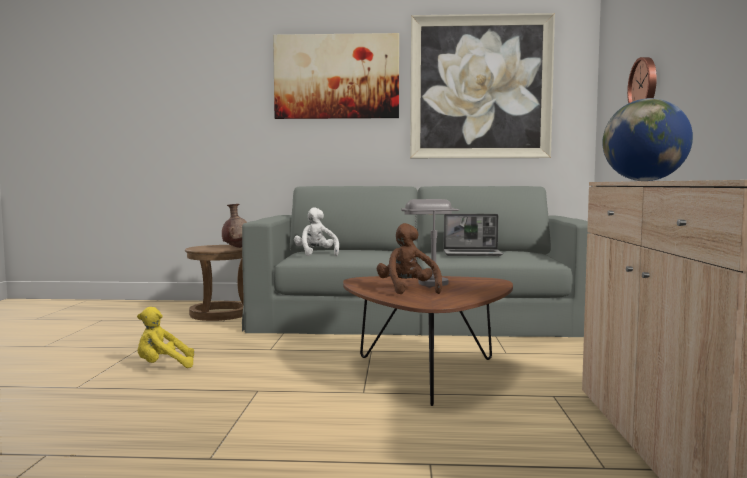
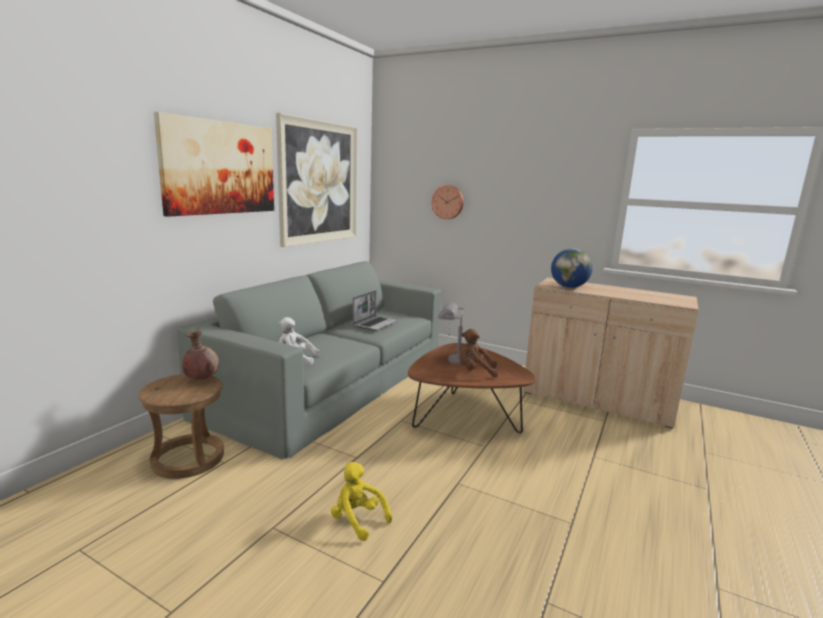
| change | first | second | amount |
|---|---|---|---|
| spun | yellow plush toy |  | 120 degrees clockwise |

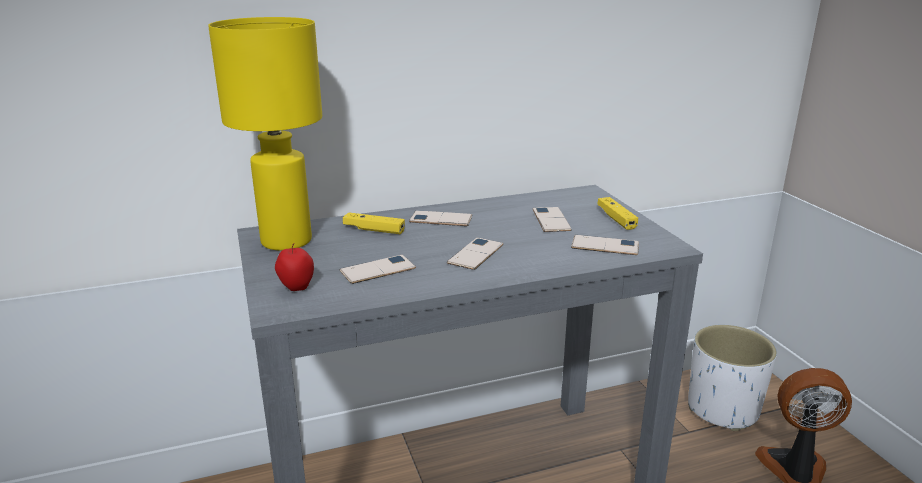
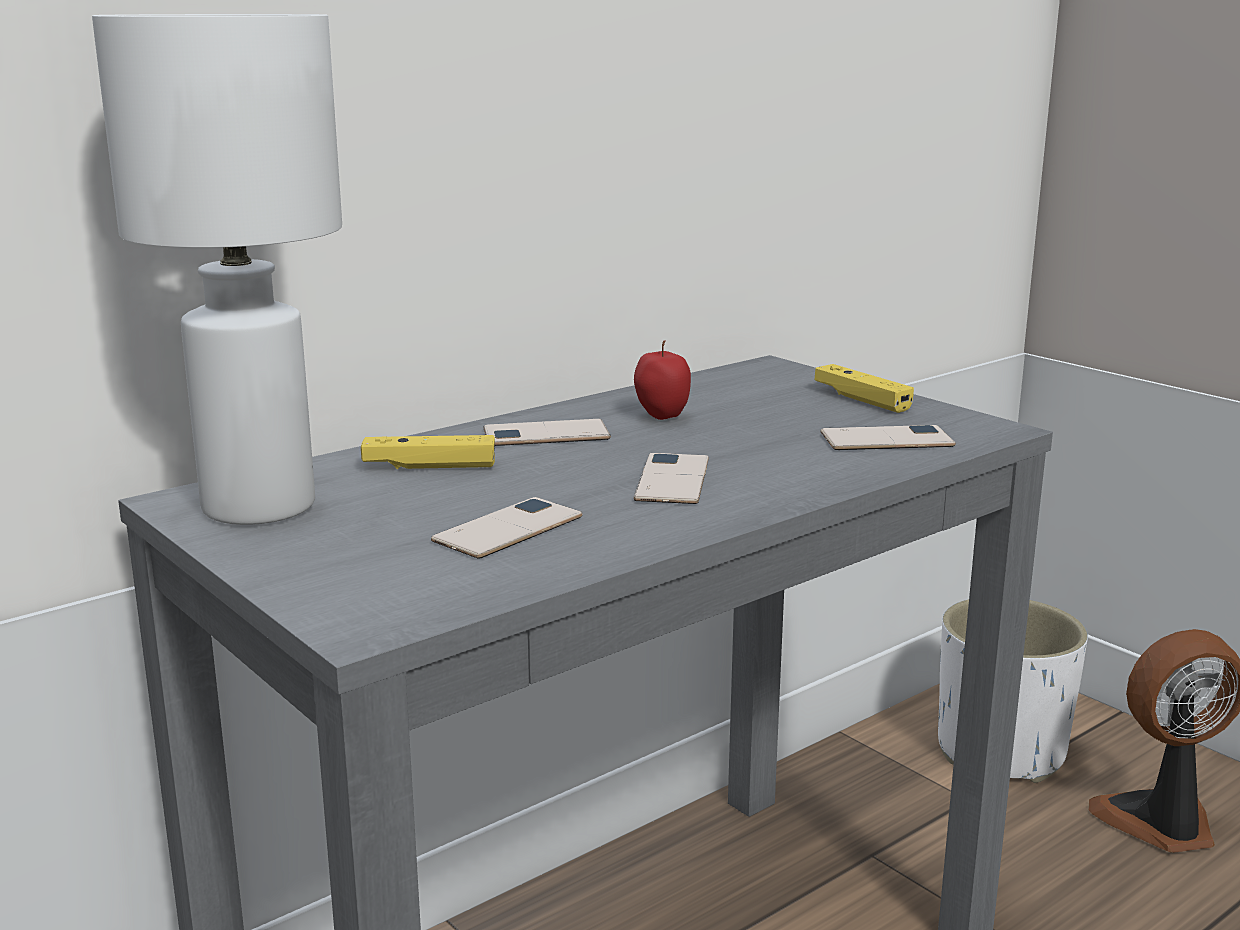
| change | first | second | amount |
|---|---|---|---|
| colour | yellow table lamp | white table lamp |  |
| relocated | apple |  |  |
| missing | phone (no. 4 from left) |  |  |

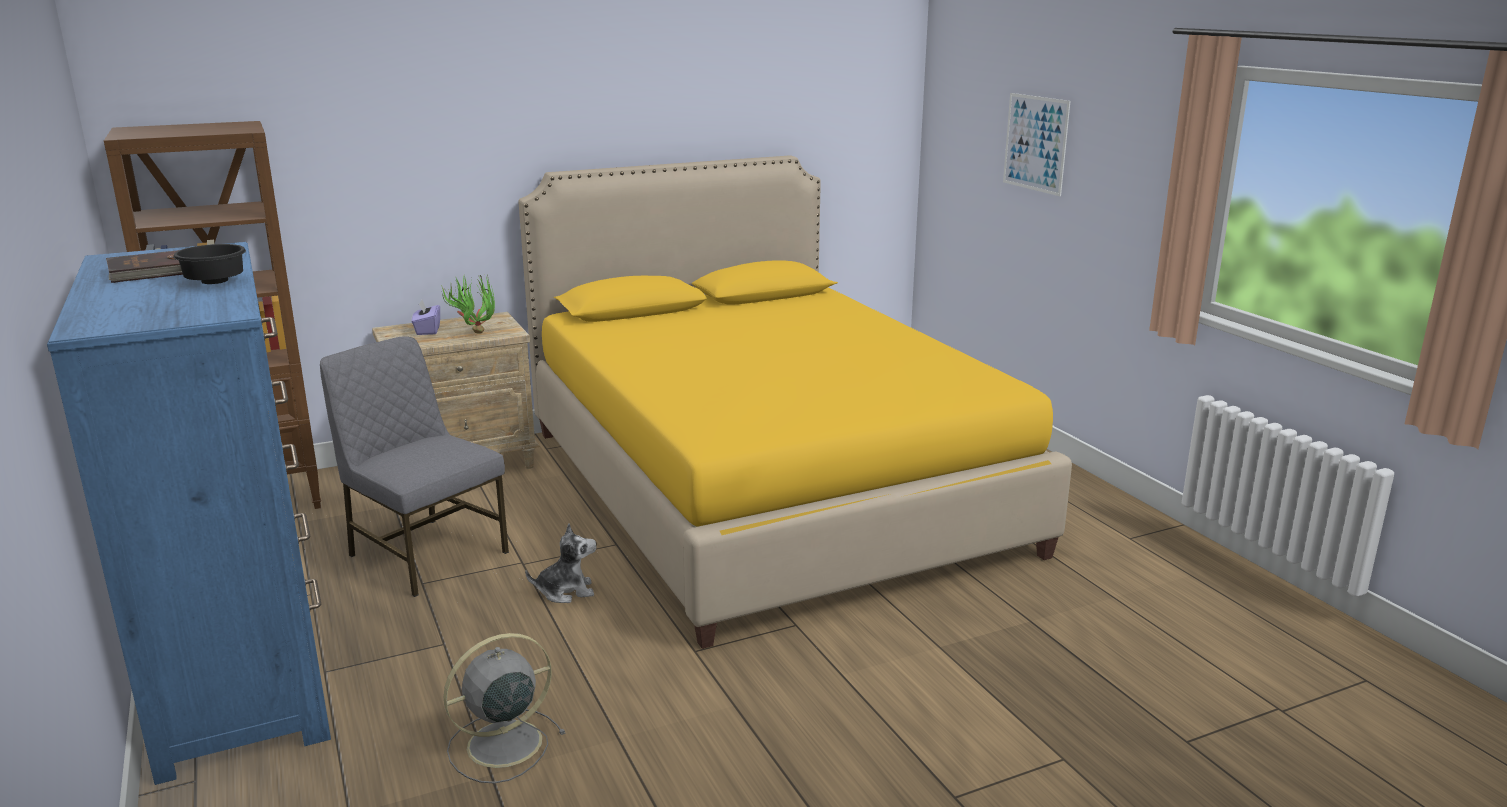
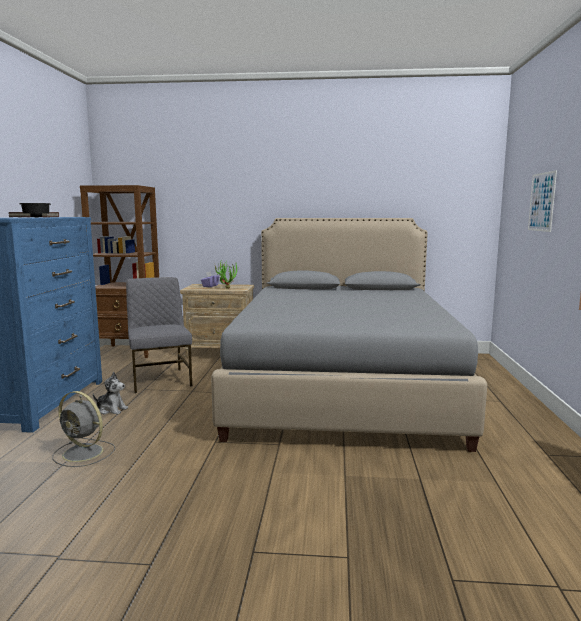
| change | first | second | amount |
|---|---|---|---|
| spun | grey fan |  | 150 degrees counterclockwise |
| colour | yellow bed | grey bed |  |
| relocated | plush toy |  |  |

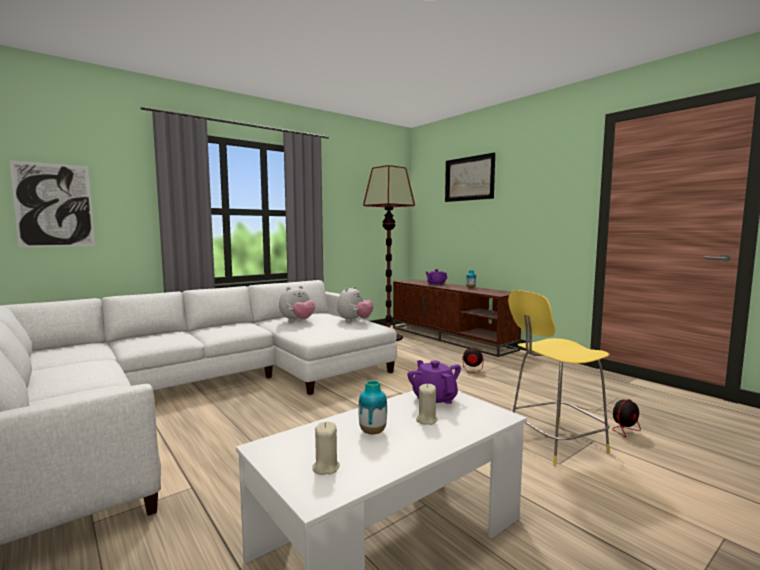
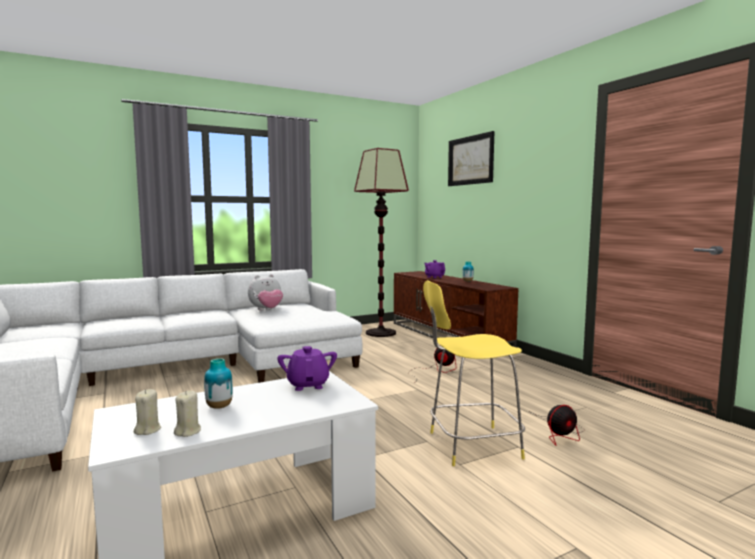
| change | first | second | amount |
|---|---|---|---|
| missing | picture (no. 1 from left) |  |  |
| missing | plush toy (no. 2 from left) |  |  |
| relocated | beige candle (no. 2 from left) |  |  |

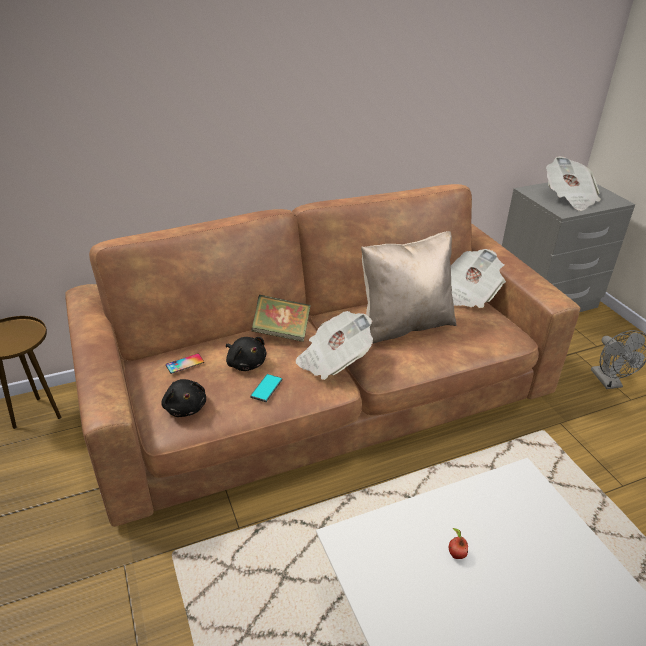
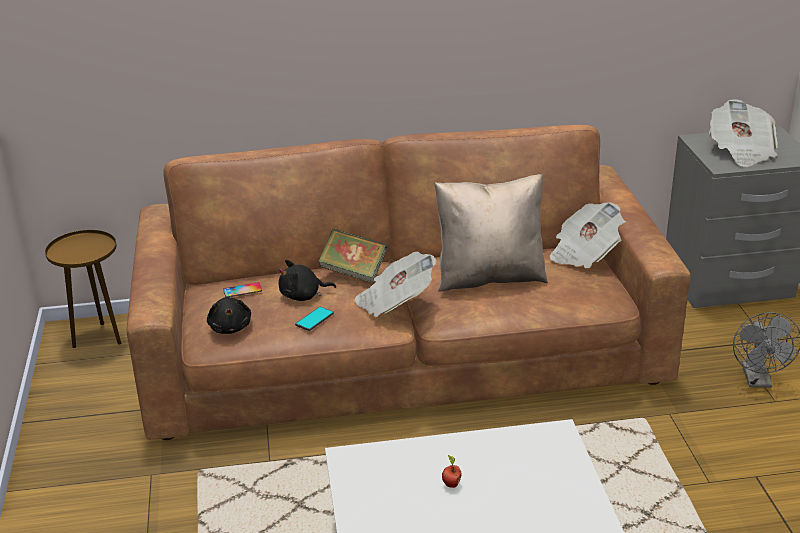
| change | first | second | amount |
|---|---|---|---|
| spun | black plush toy (no. 2 from left) |  | 105 degrees clockwise |

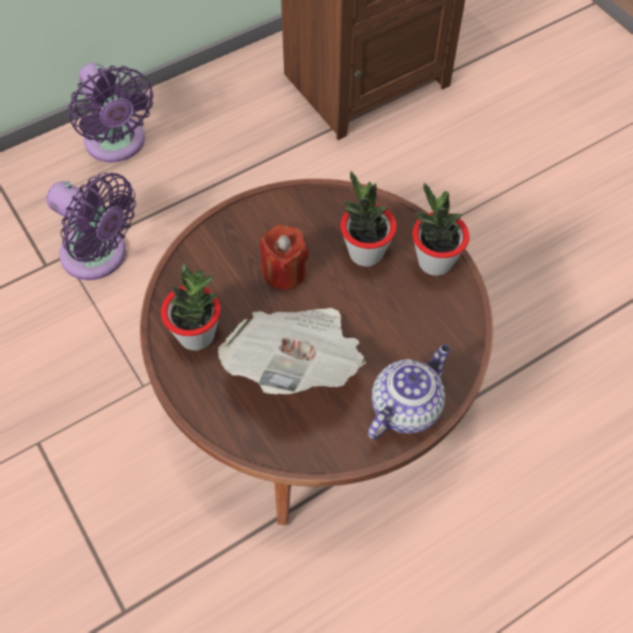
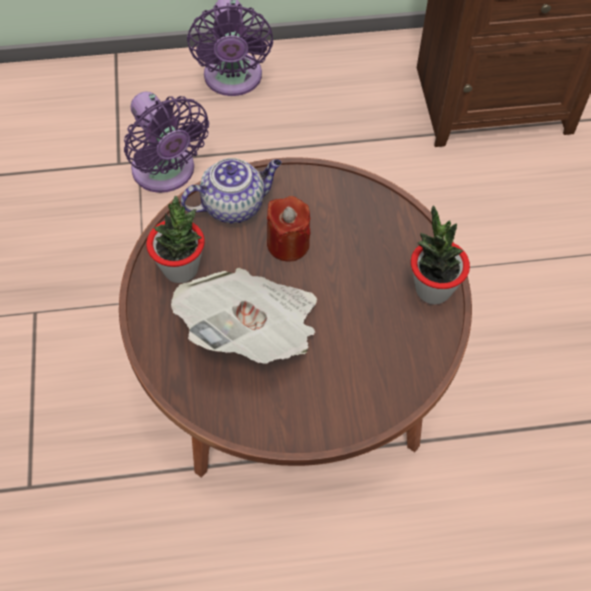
| change | first | second | amount |
|---|---|---|---|
| missing | potted plant (no. 2 from left) |  |  |
| relocated | teapot |  |  |

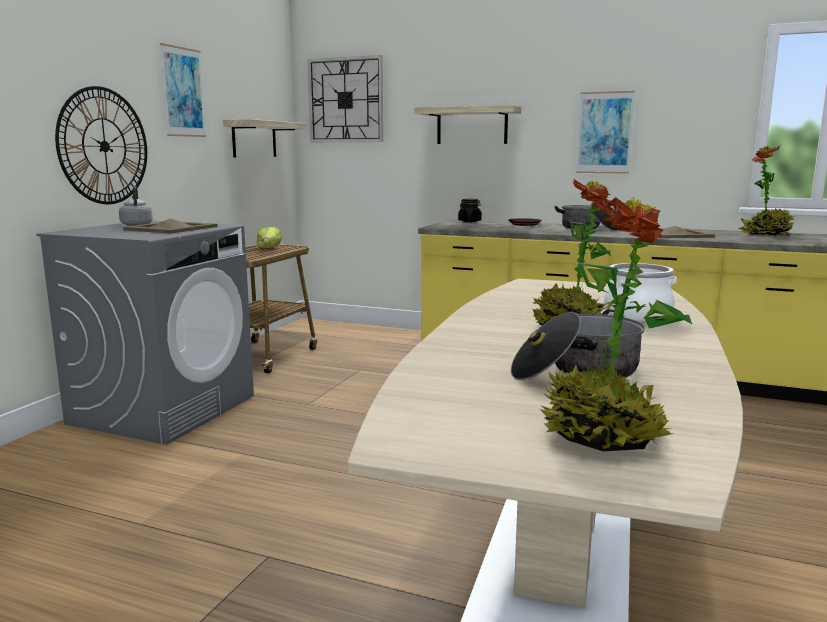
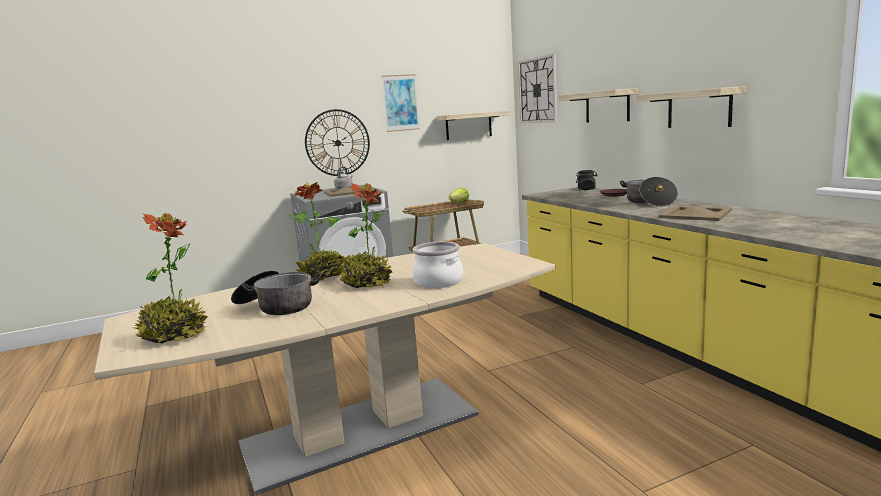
| change | first | second | amount |
|---|---|---|---|
| exchanged | picture (no. 2 from left) | shelf (no. 3 from left) |  |
| relocated | potted plant (no. 3 from left in the first image) | potted plant (no. 2 from left) |  |

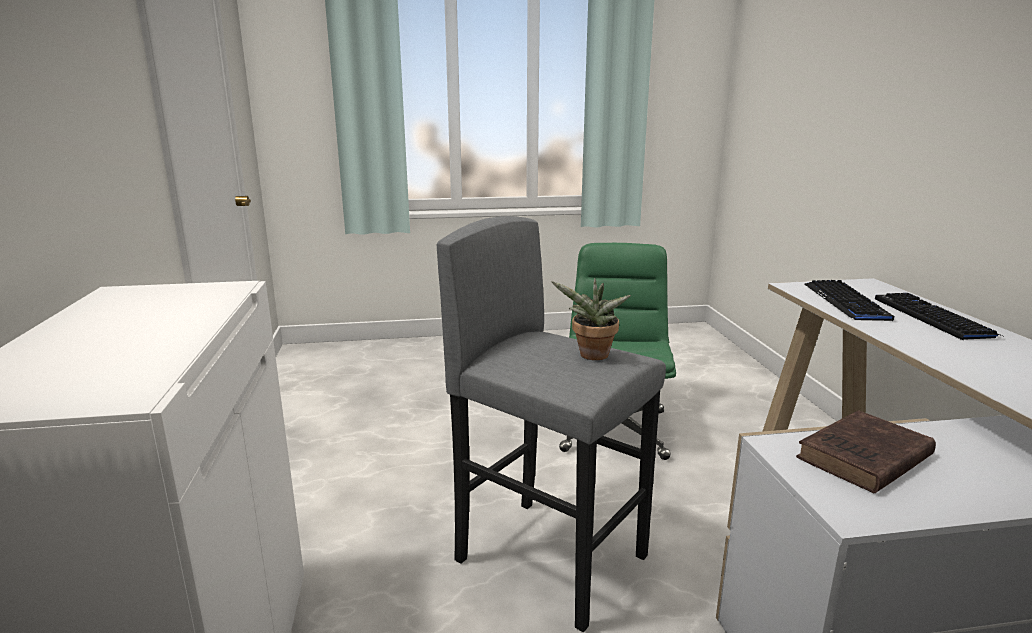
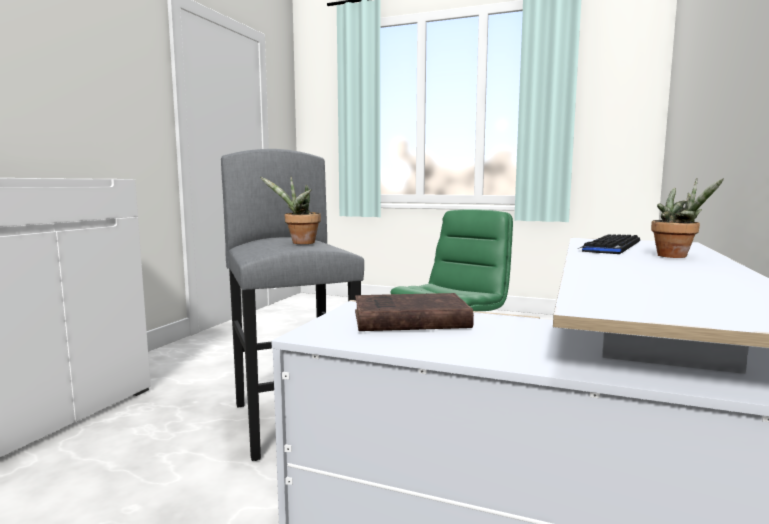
| change | first | second | amount |
|---|---|---|---|
| exchanged | keyboard (no. 2 from left) | potted plant (no. 2 from left) |  |

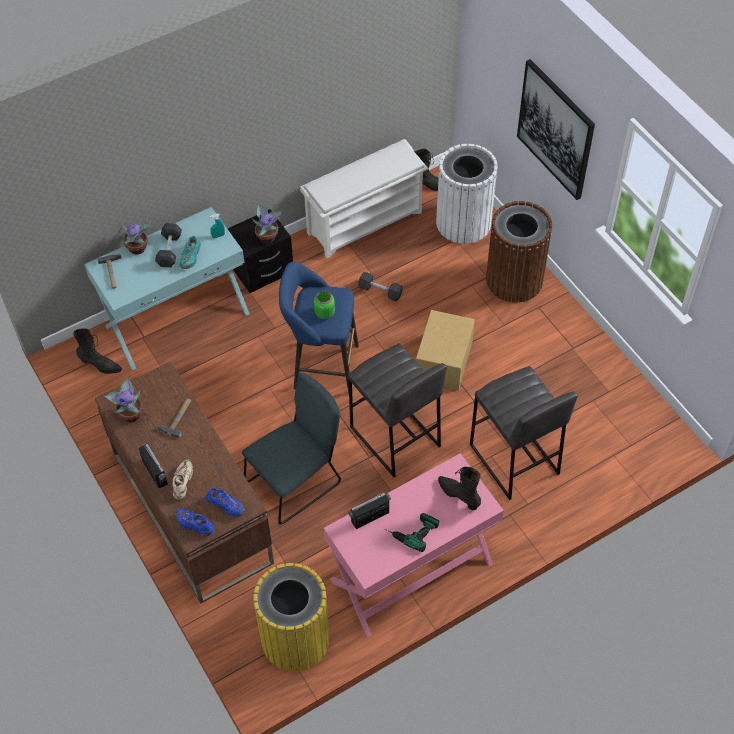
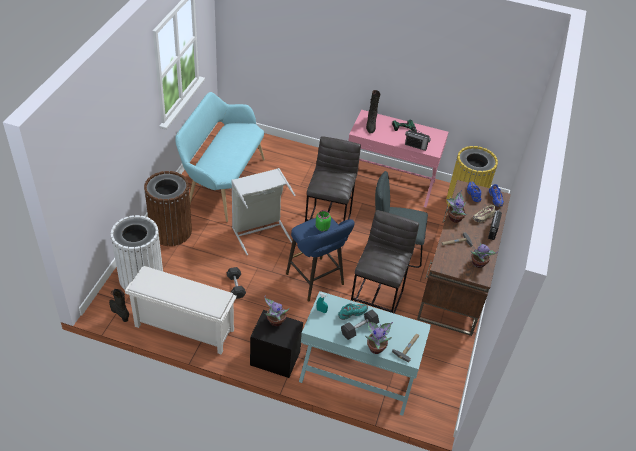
| change | first | second | amount |
|---|---|---|---|
| missing | black boot (no. 1 from left) |  |  |
| exchanged | cardboard box | grey laundry basket |  |
| relocated | grey stool (no. 2 from left) |  |  |
| missing | picture |  |  |
| appeared |  | turquoise bench |  |
| appeared |  | potted plant (no. 3 from left) |  |

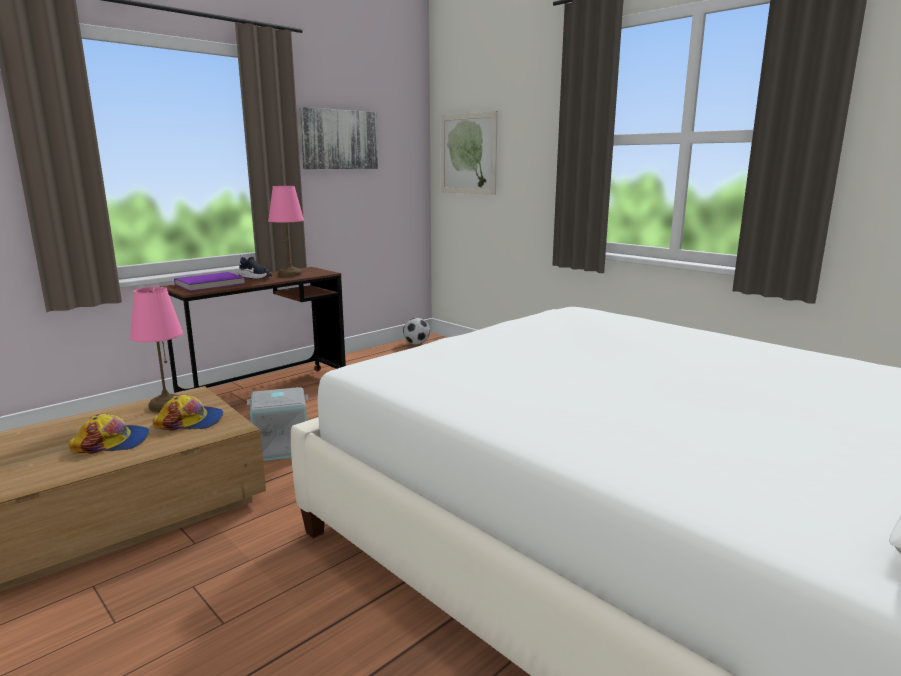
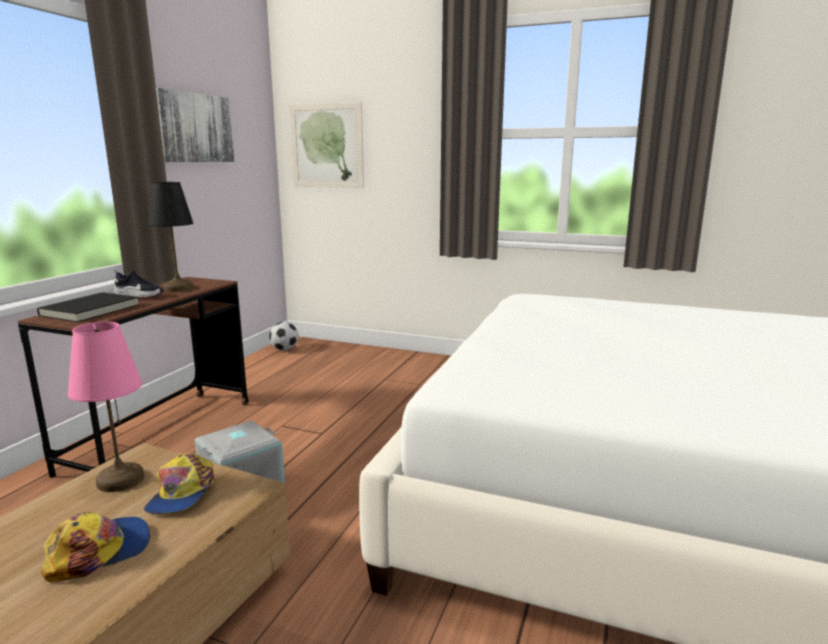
| change | first | second | amount |
|---|---|---|---|
| spun | cap (no. 2 from left) |  | 120 degrees clockwise |
| colour | purple book | black book |  |
| colour | pink table lamp (no. 2 from left) | black table lamp |  |

